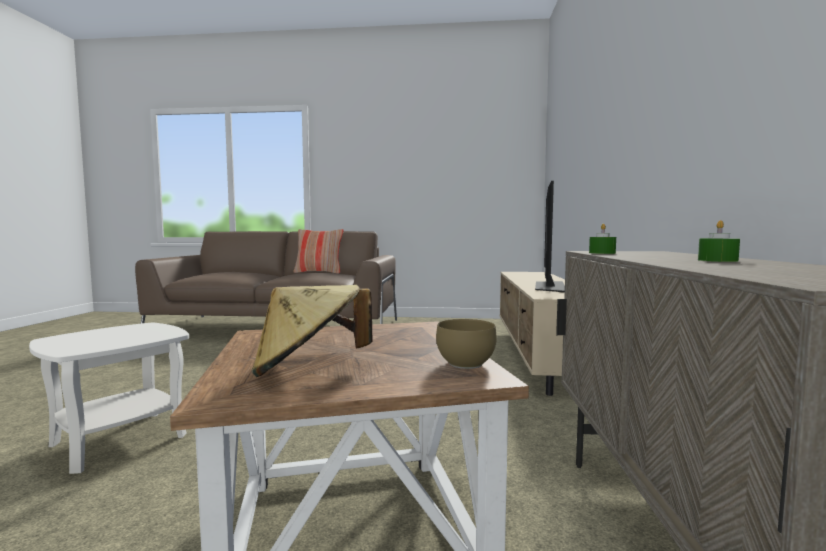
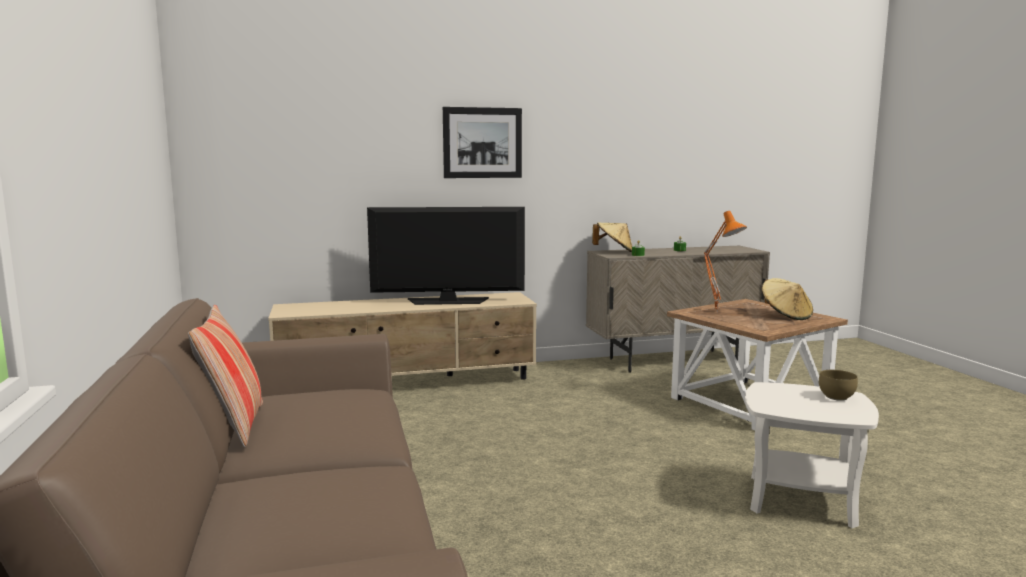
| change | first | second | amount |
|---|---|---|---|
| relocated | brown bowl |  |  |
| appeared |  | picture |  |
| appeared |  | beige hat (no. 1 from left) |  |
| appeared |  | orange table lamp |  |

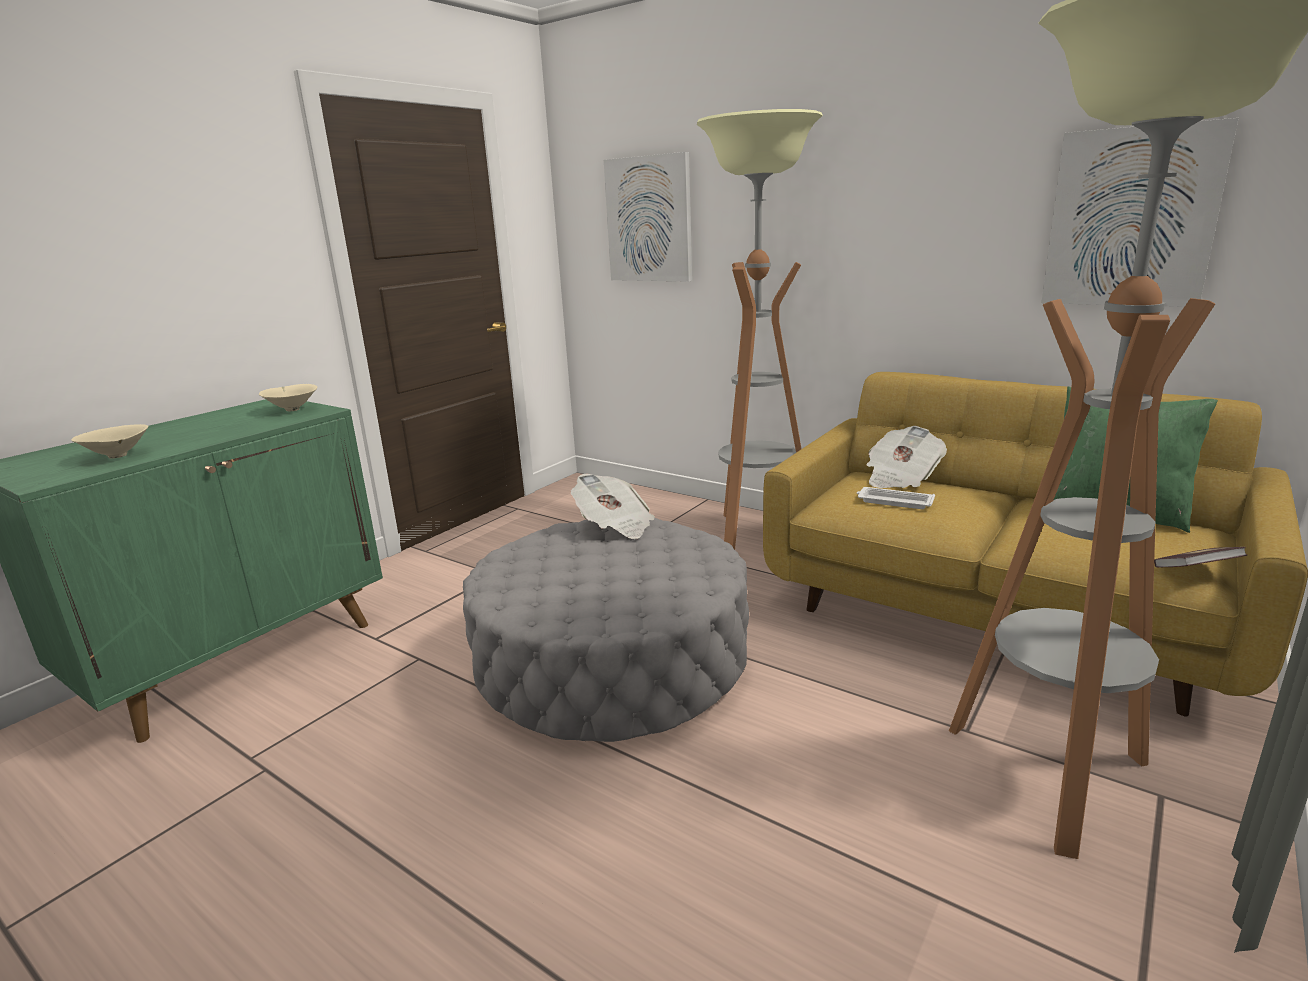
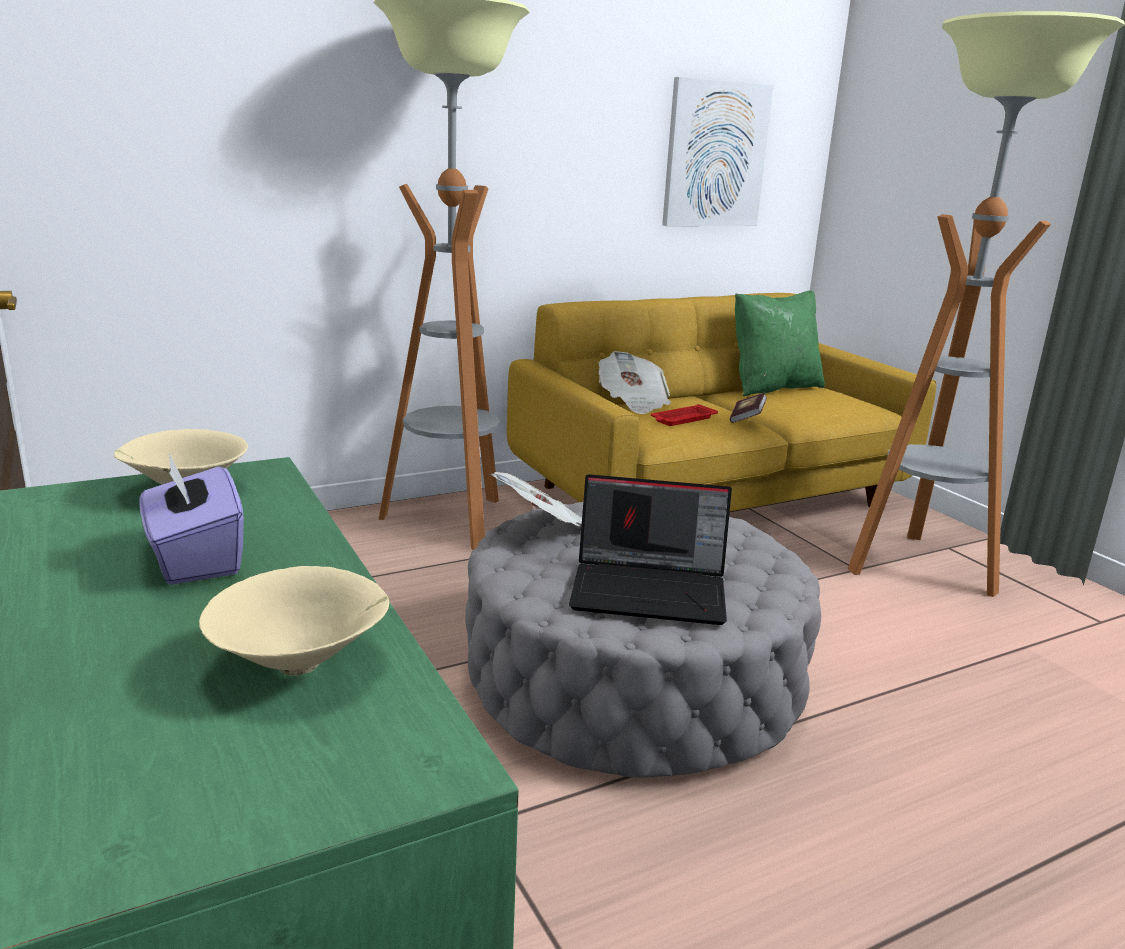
| change | first | second | amount |
|---|---|---|---|
| missing | picture (no. 1 from left) |  |  |
| colour | white tray | red tray |  |
| relocated | book |  |  |
| appeared |  | purple tissue box |  |
| appeared |  | laptop |  |

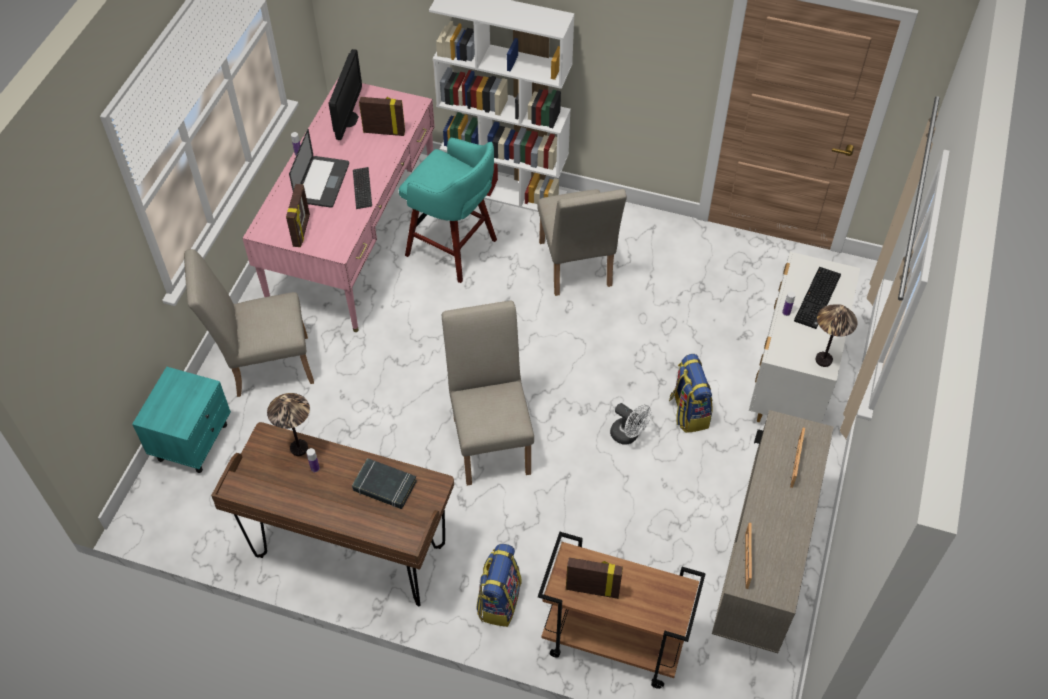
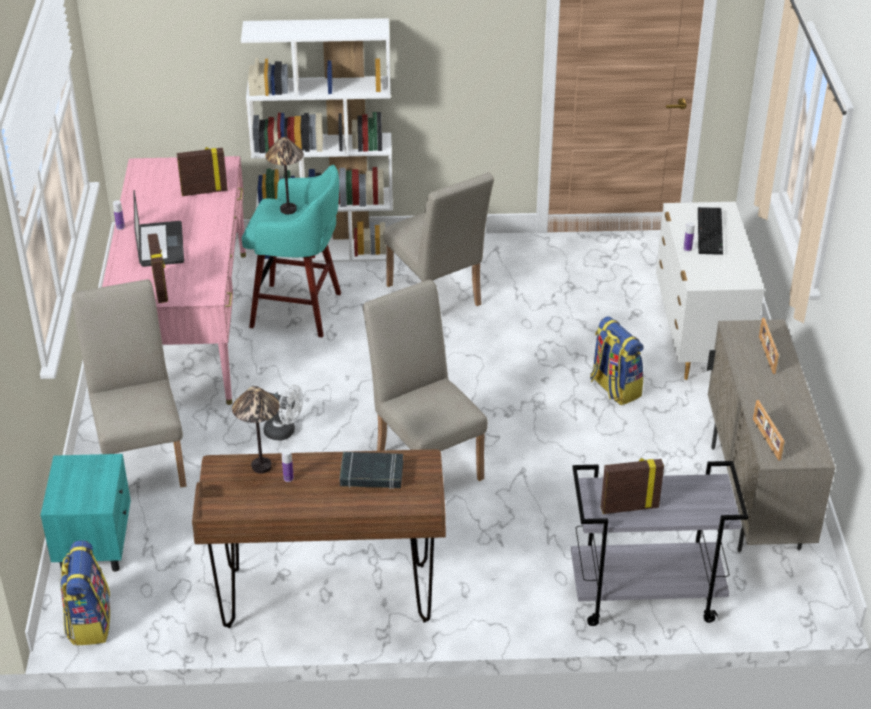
| change | first | second | amount |
|---|---|---|---|
| spun | beige chair (no. 1 from left) |  | 105 degrees clockwise |
| missing | monitor |  |  |
| missing | keyboard (no. 1 from left) |  |  |
| relocated | backpack (no. 1 from left) |  |  |
| colour | brown cart | grey cart |  |
| relocated | white fan |  |  |
| relocated | table lamp (no. 2 from left) |  |  |

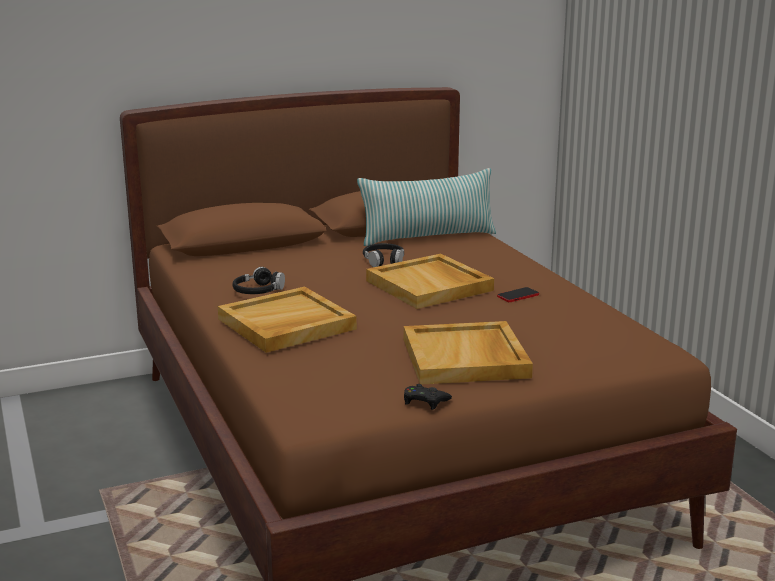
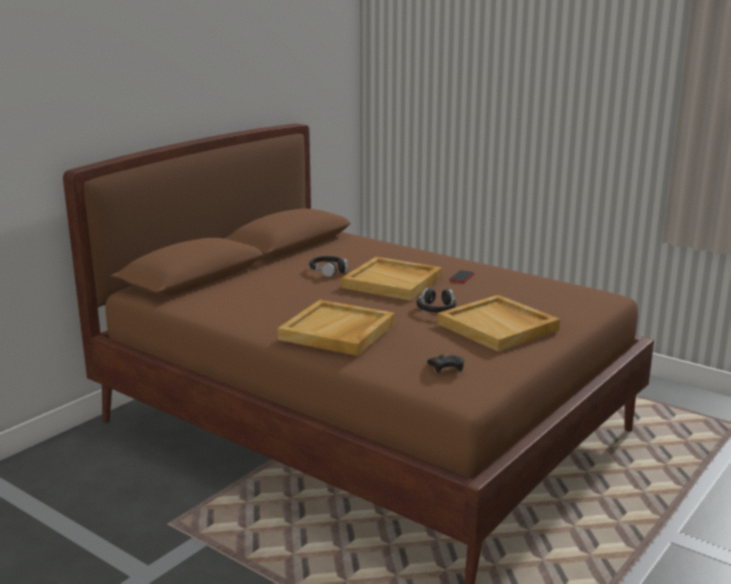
| change | first | second | amount |
|---|---|---|---|
| relocated | black headphones (no. 1 from left in the first image) | black headphones (no. 2 from left) |  |
| missing | pillow |  |  |
| relocated | black game controller |  |  |

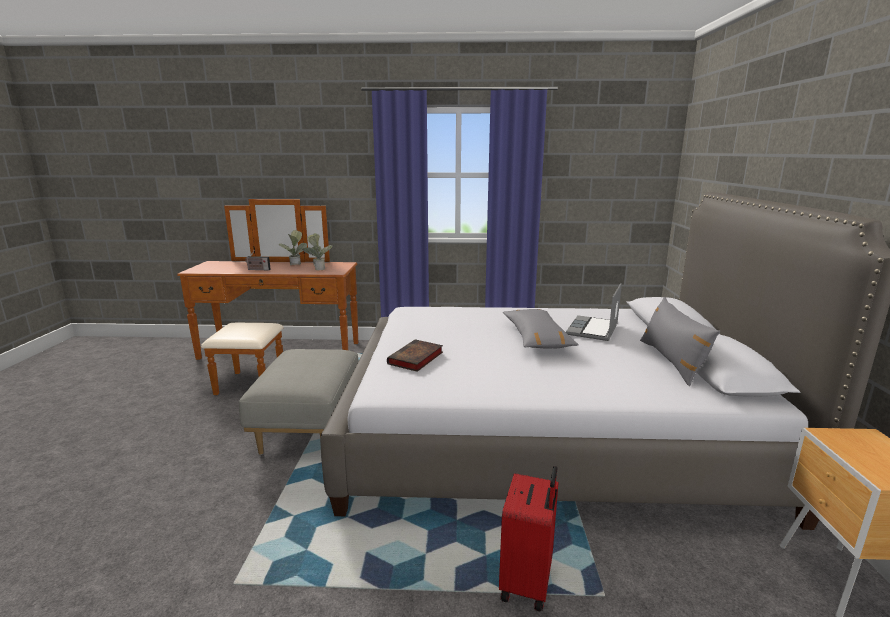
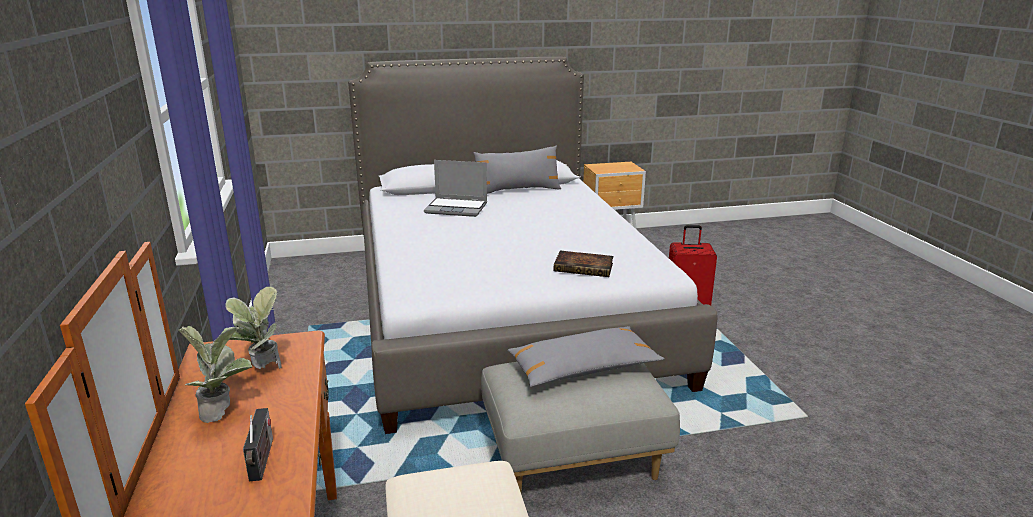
| change | first | second | amount |
|---|---|---|---|
| relocated | grey pillow (no. 1 from left in the first image) | grey pillow (no. 2 from left) |  |

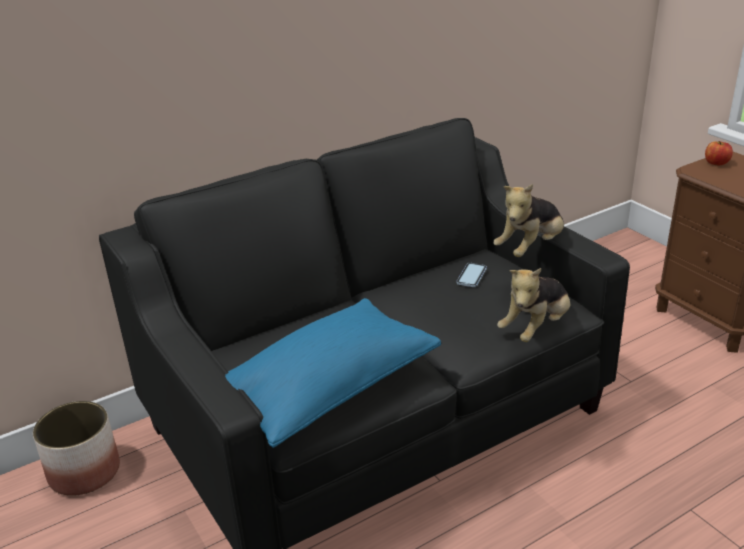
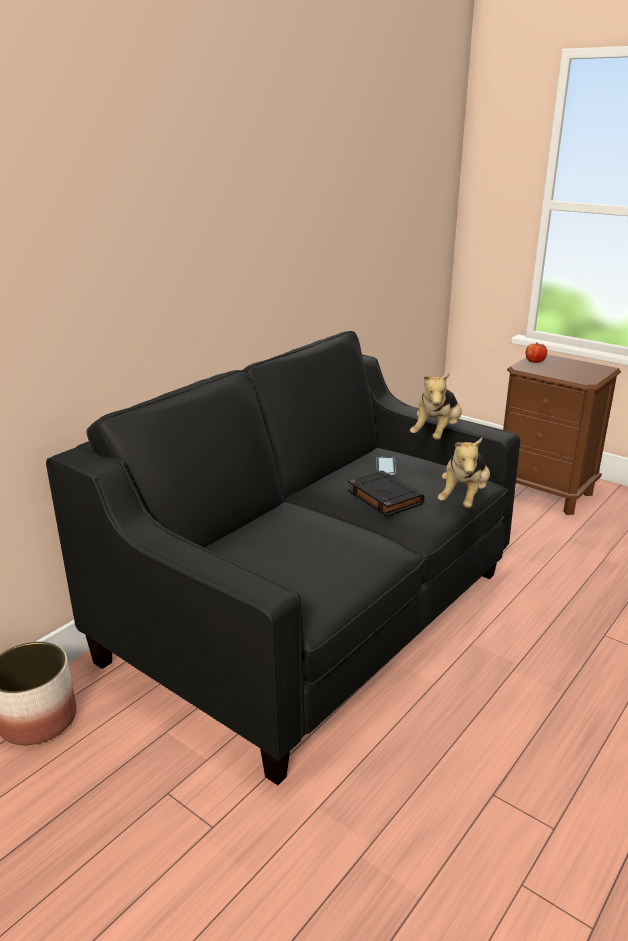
| change | first | second | amount |
|---|---|---|---|
| missing | blue pillow |  |  |
| appeared |  | black book |  |

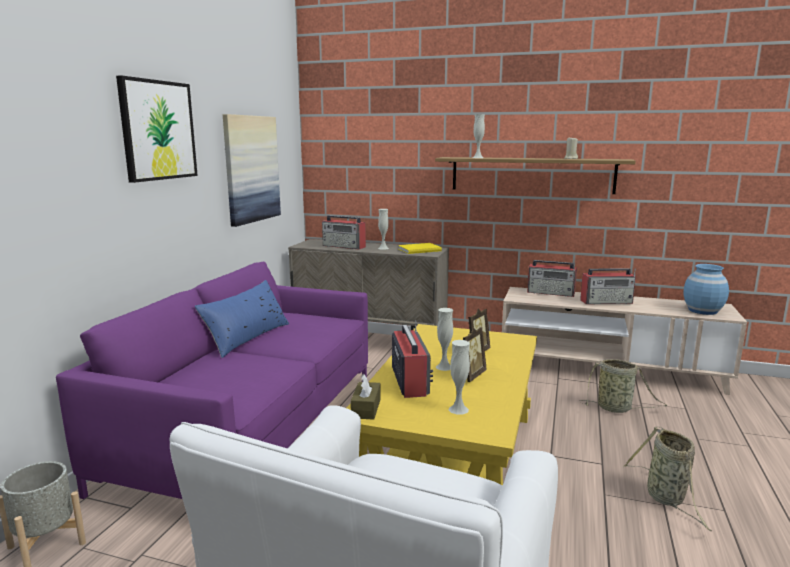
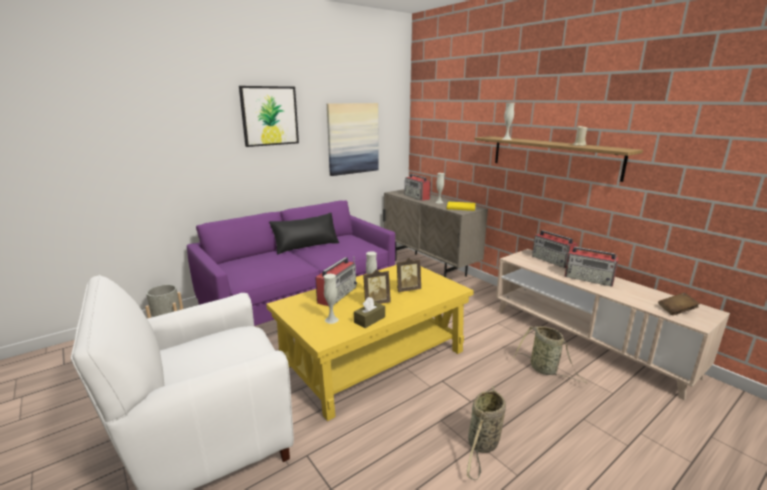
| change | first | second | amount |
|---|---|---|---|
| colour | blue pillow | black pillow |  |
| relocated | brown tissue box |  |  |
| exchanged | blue vase | brown book |  |

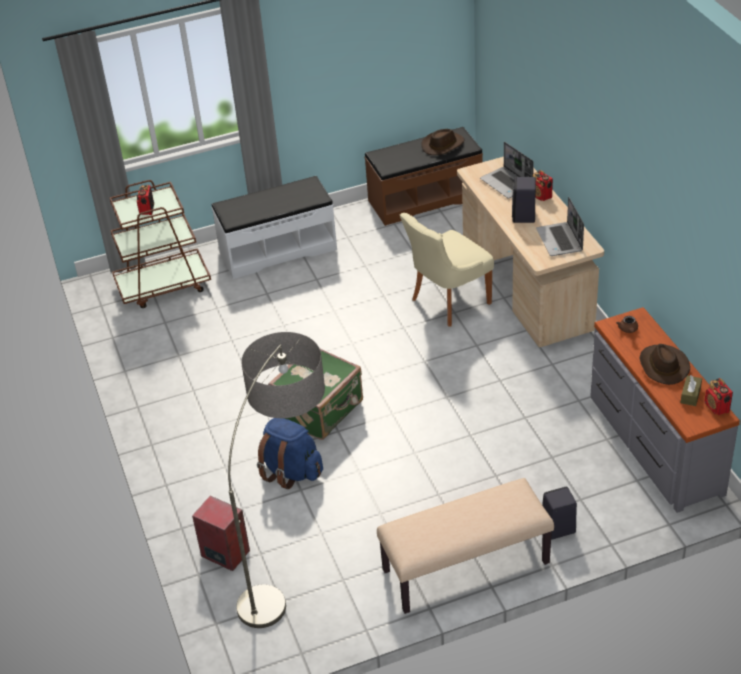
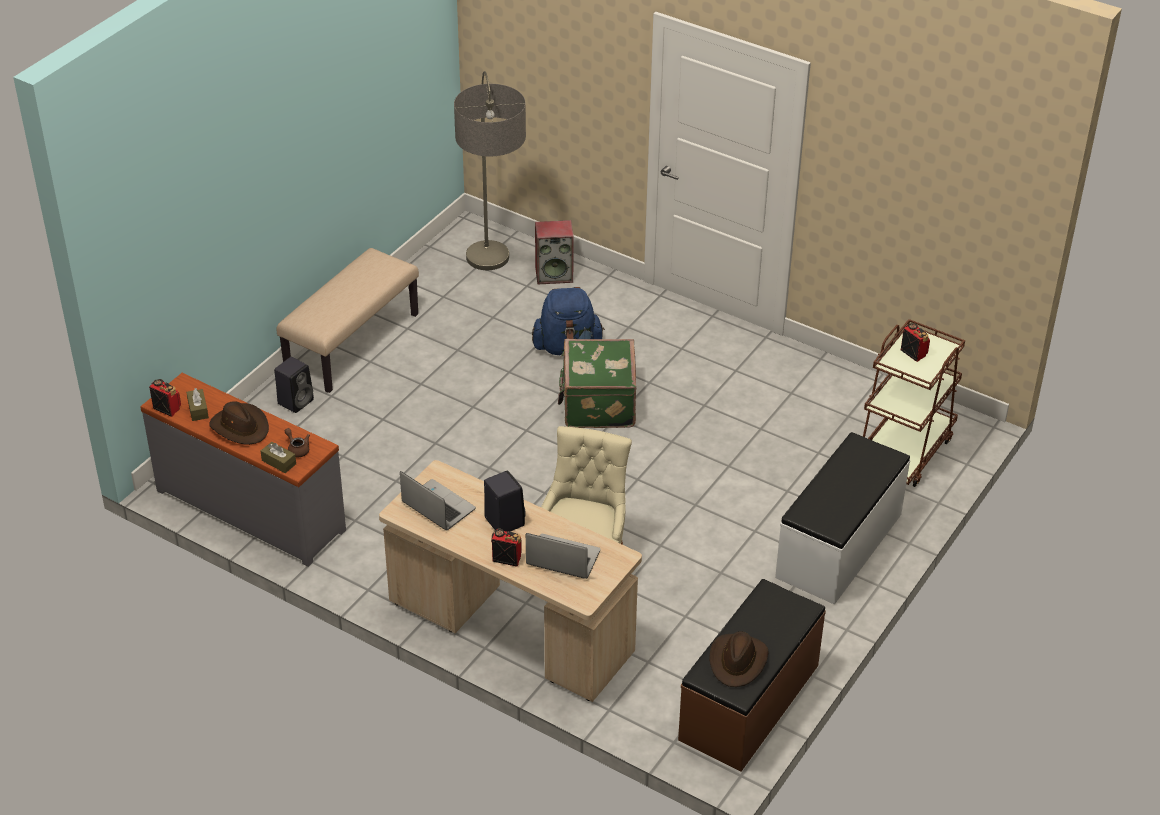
| change | first | second | amount |
|---|---|---|---|
| appeared |  | brown tissue box (no. 2 from left) |  |

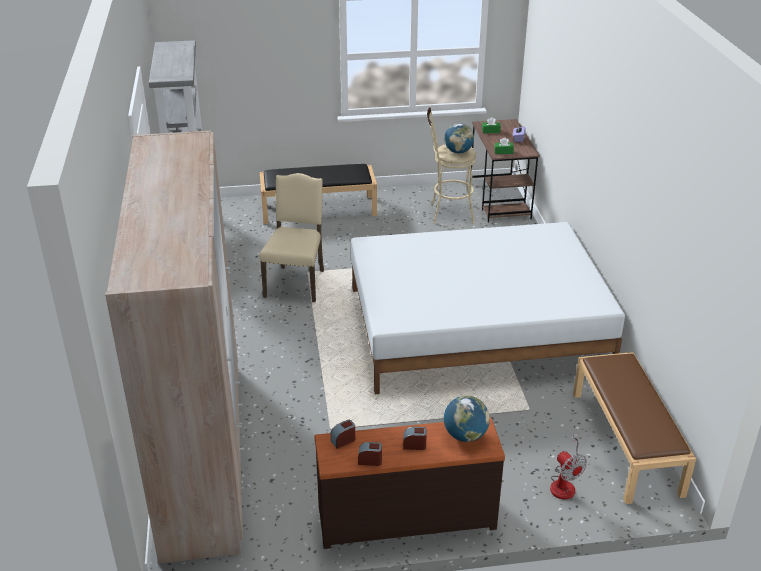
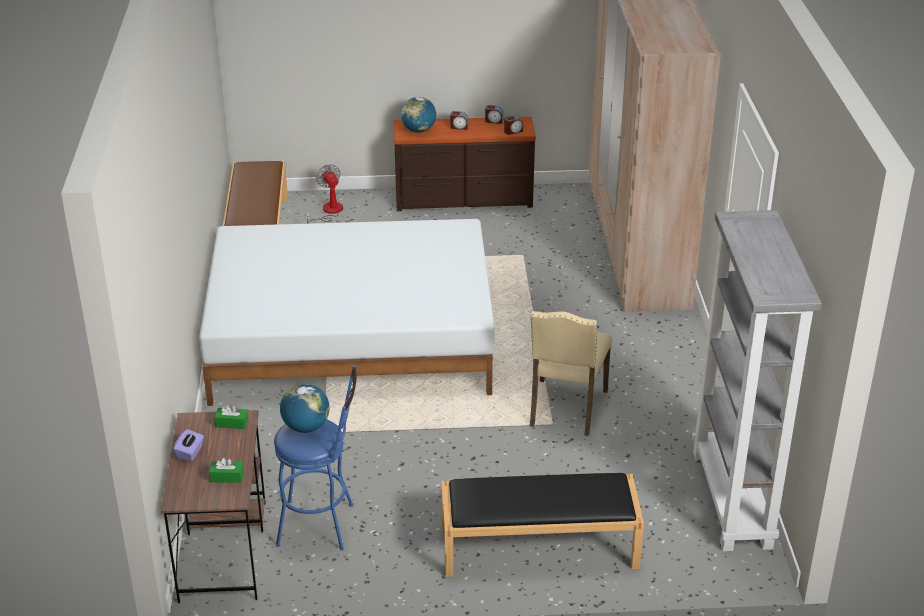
| change | first | second | amount |
|---|---|---|---|
| colour | beige stool | blue stool |  |

